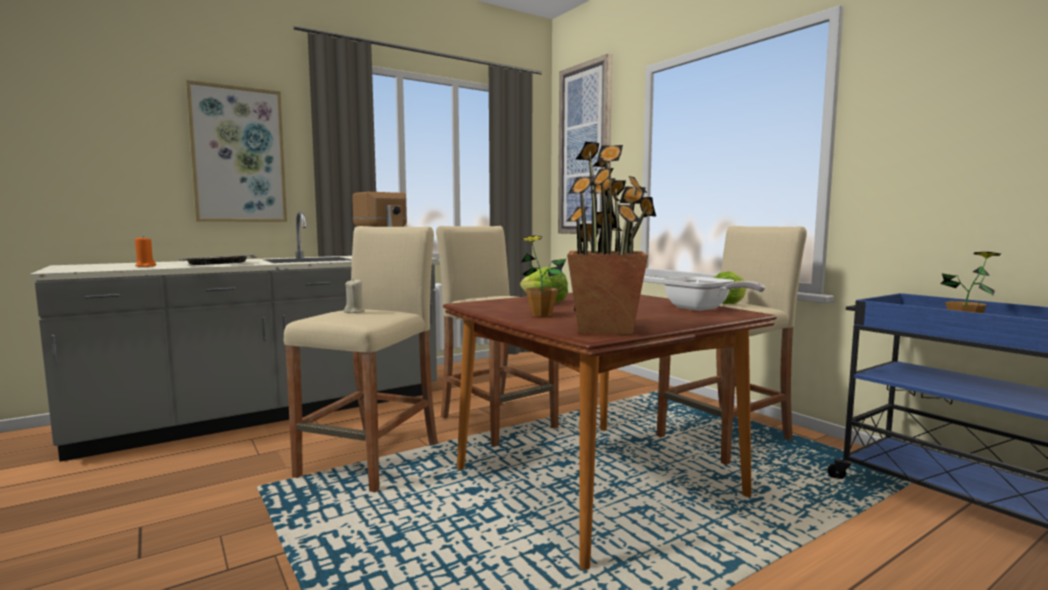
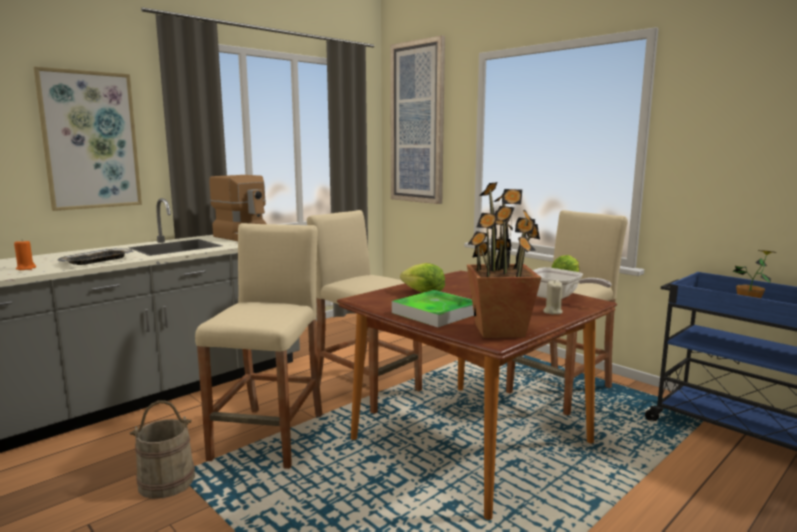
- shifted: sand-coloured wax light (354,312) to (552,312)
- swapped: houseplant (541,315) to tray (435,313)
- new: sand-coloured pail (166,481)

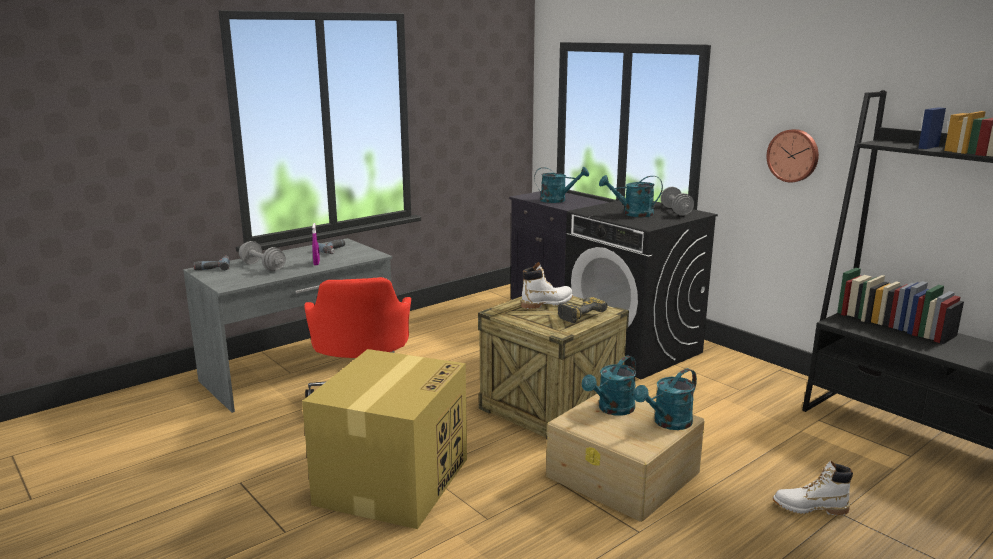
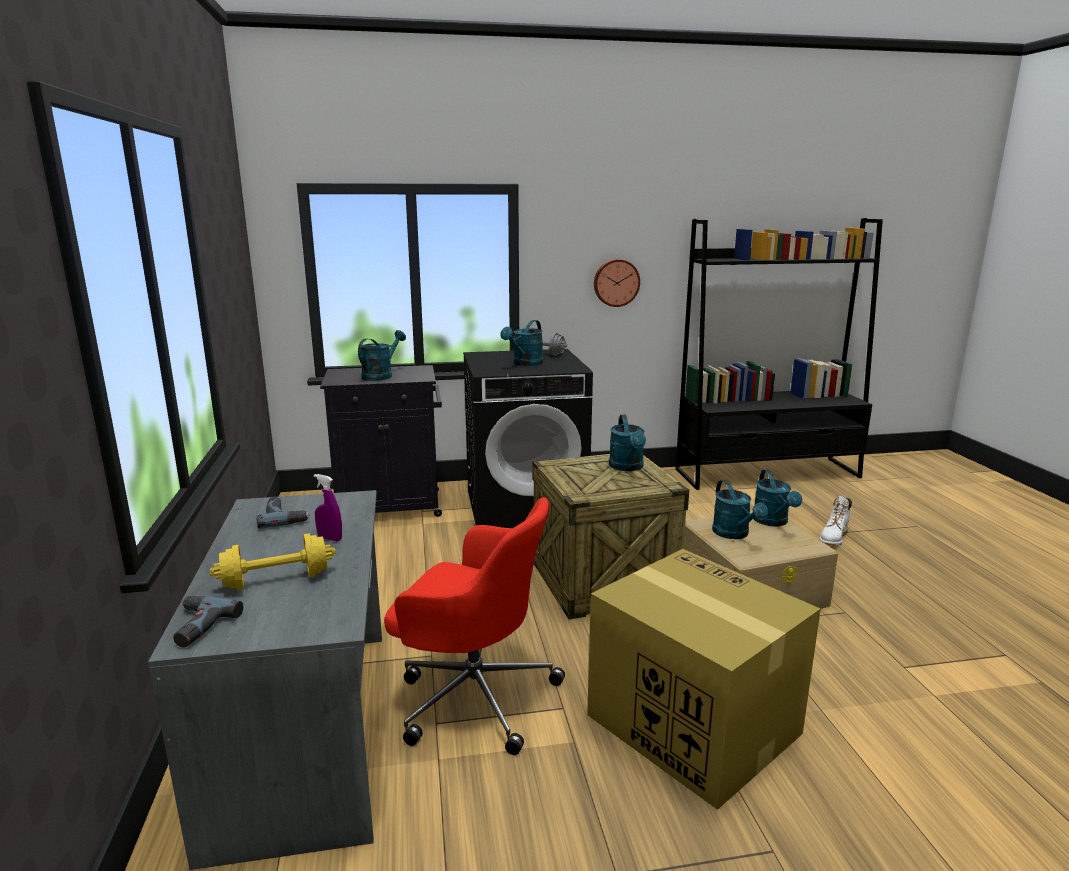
- repainted: greyish dumbbell (263,267) to yellow dumbbell (276,580)
- gone: white tall boot (547,303)
- swapped: power drill (579,314) to blue-green watering can (628,467)

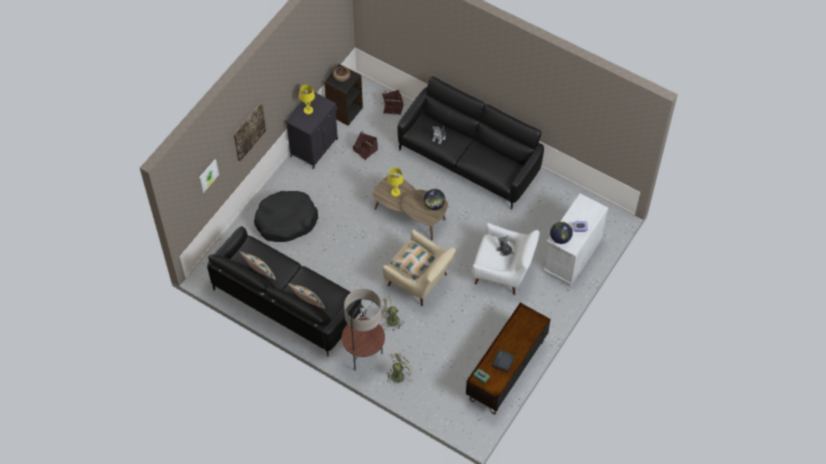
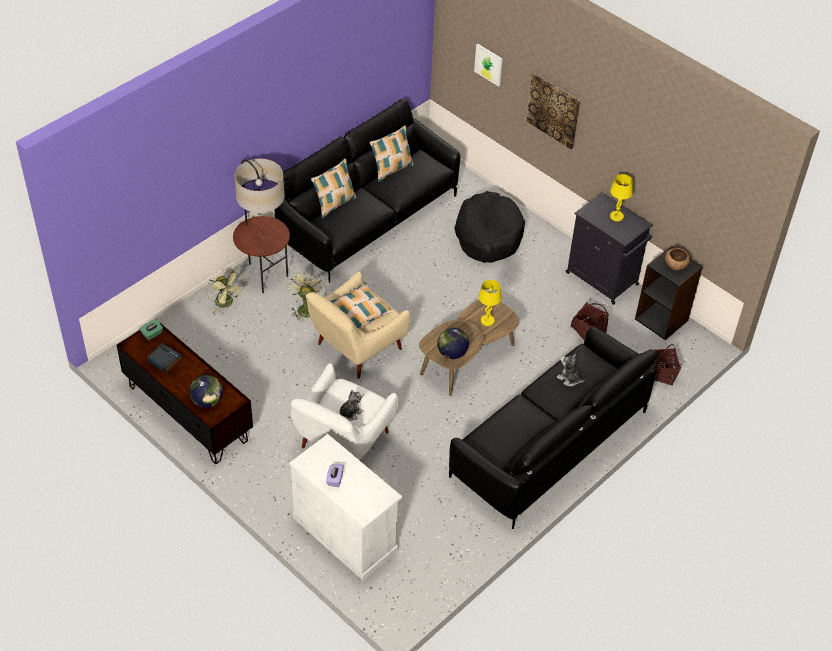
- shifted: globe (560,238) to (207,401)

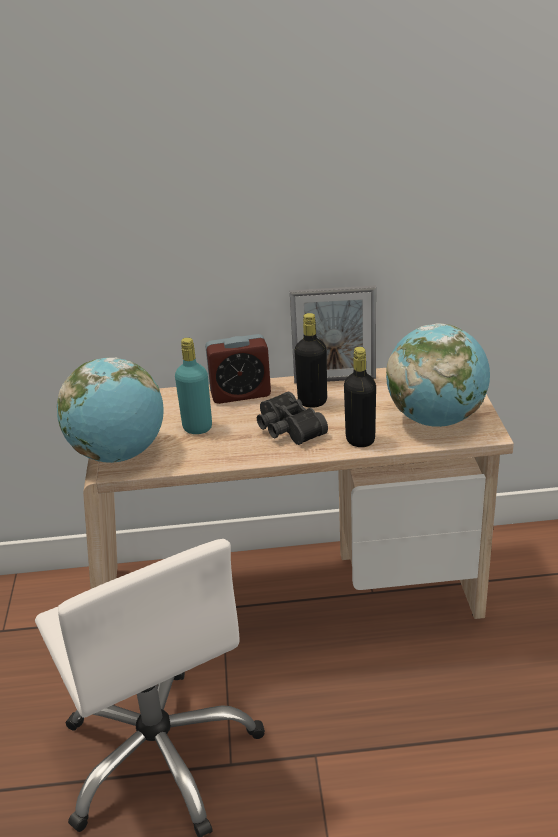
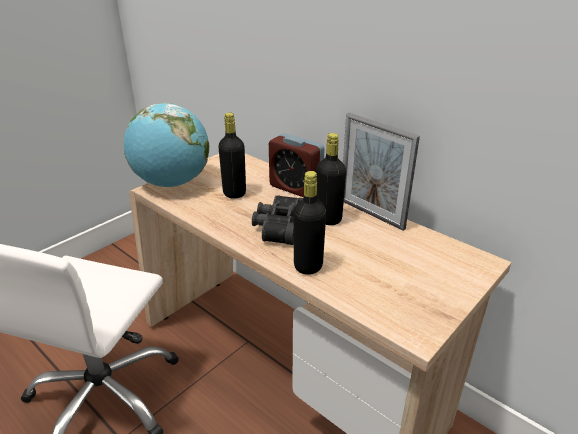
- repainted: blue-green beverage bottle (197,428) to black-coloured beverage bottle (234,193)
- gone: globe (435,419)

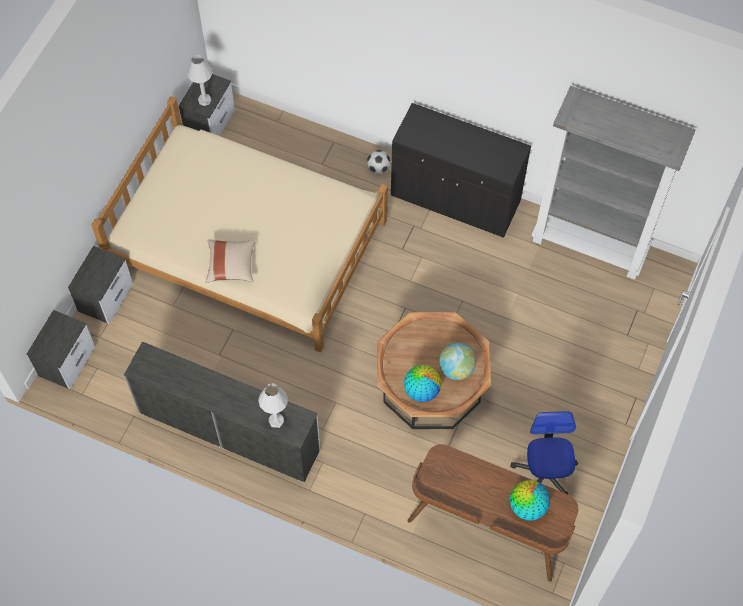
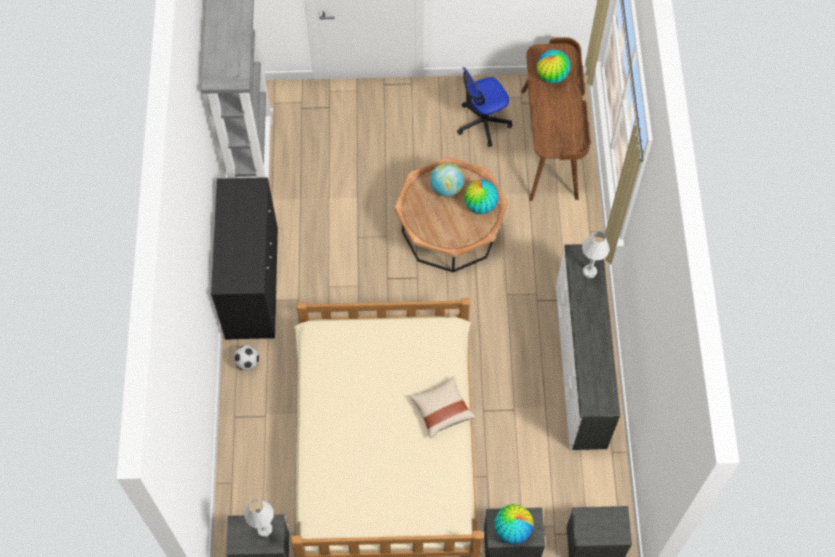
- new: globe (512,529)

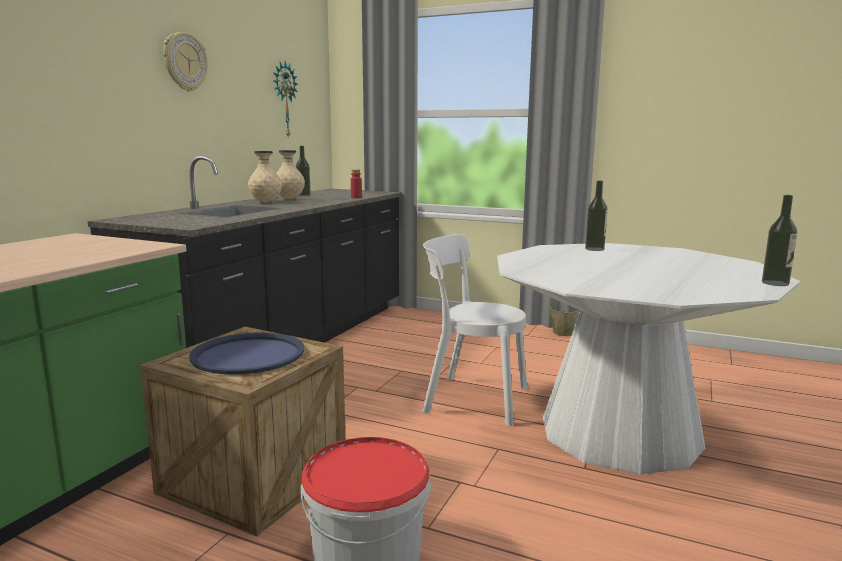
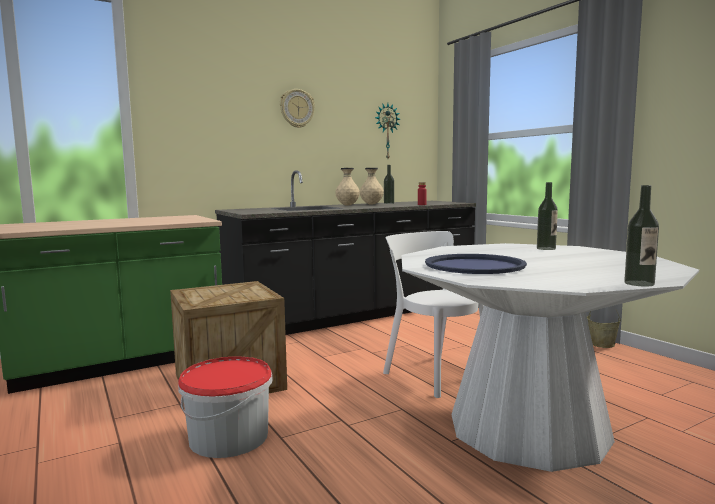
- shifted: blue-coloured tray (248,355) to (474,265)

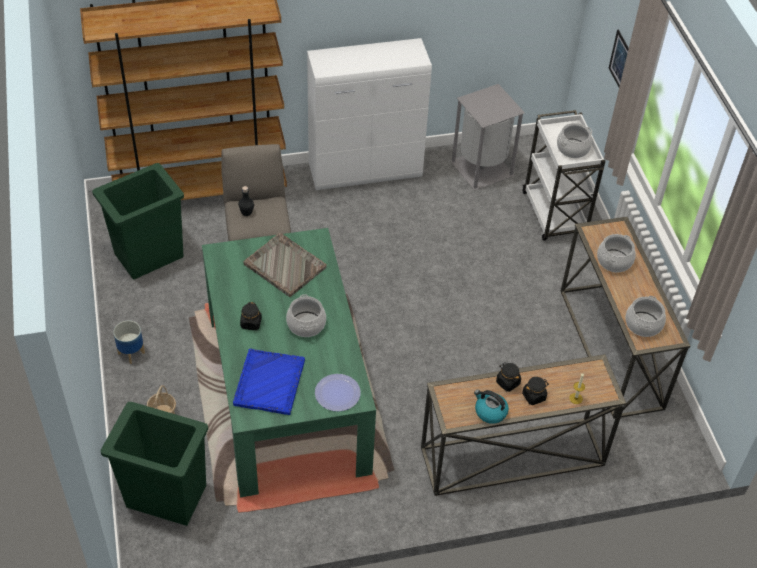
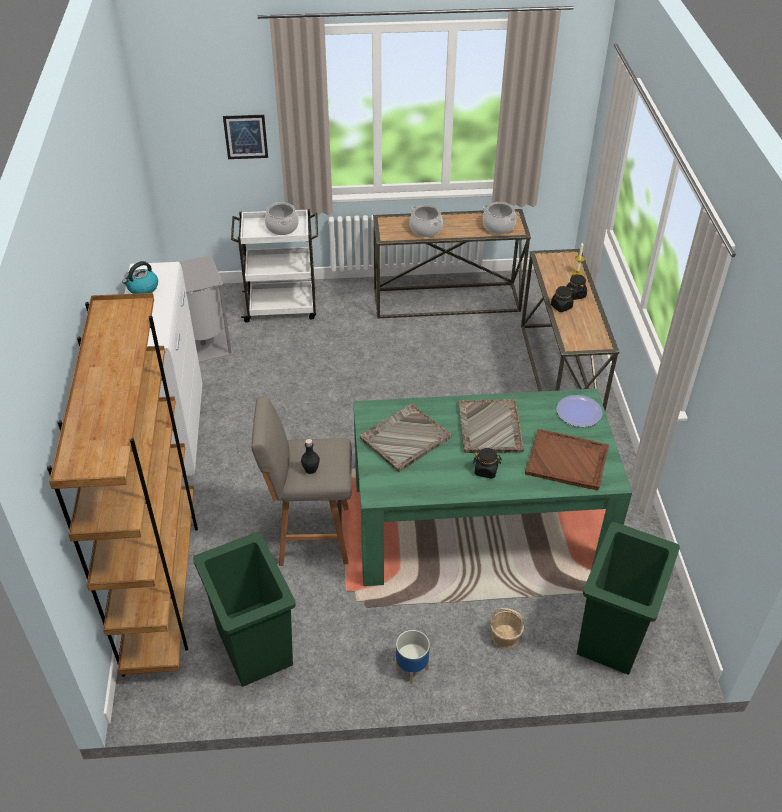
- repainted: blue-coloured tray (269,383) to brownish tray (567,461)
- swapped: stockpot (306,324) to greyish tray (490,428)
- shifted: water kettle (490,412) to (142,288)

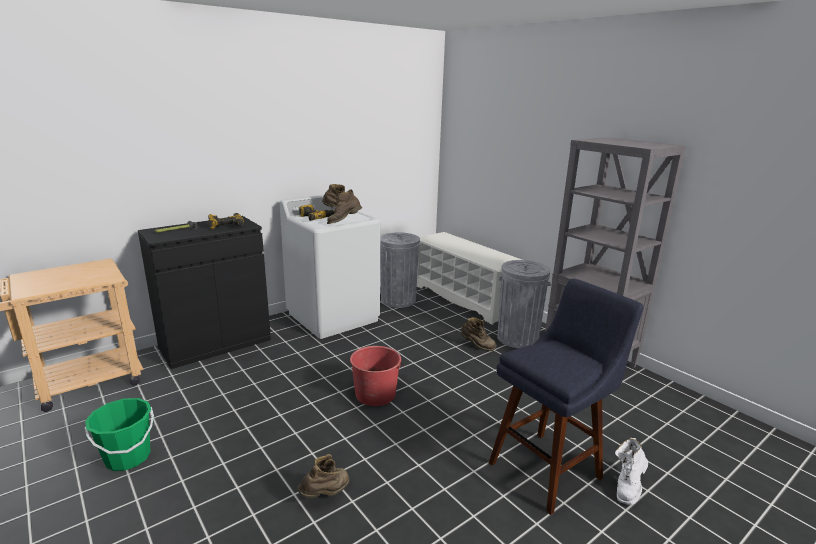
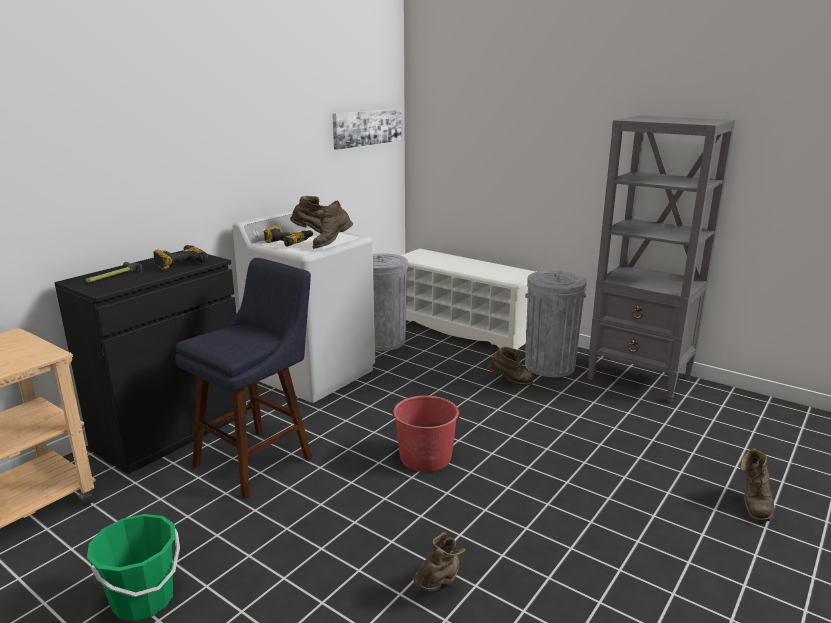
- shifted: blue-coloured sitting stool (549,467) to (259,459)
- repainted: white tall boot (628,487) to brownish tall boot (754,504)
- new: wall art (367,127)

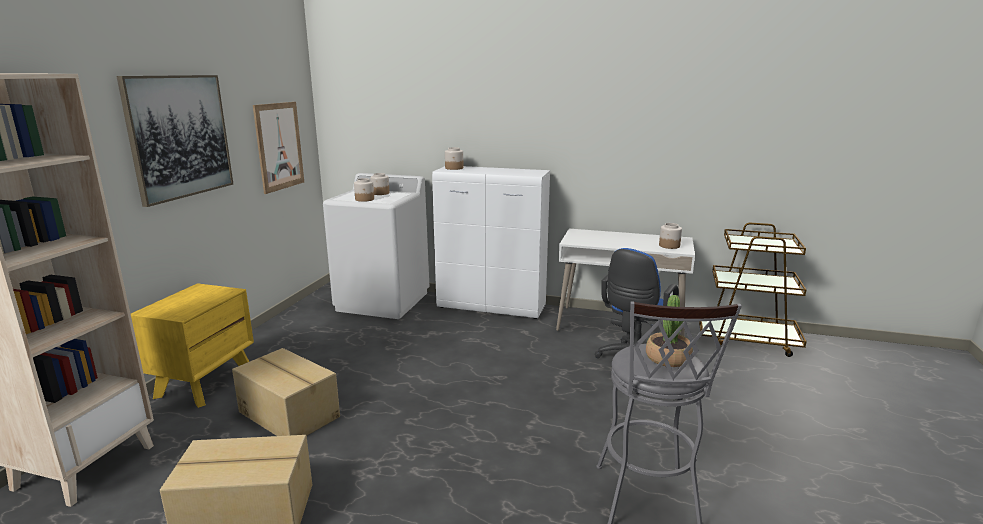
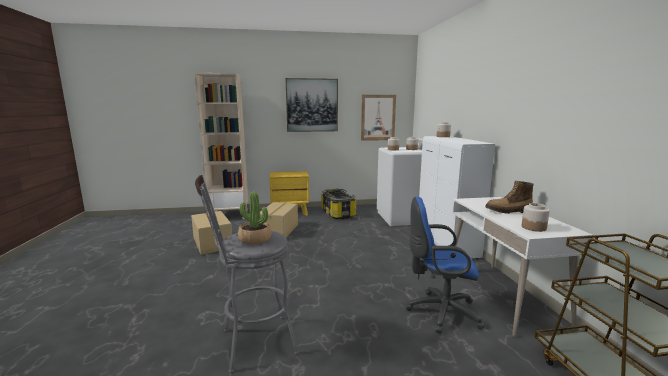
- new: storage box (338,213)
- new: tall boot (508,211)

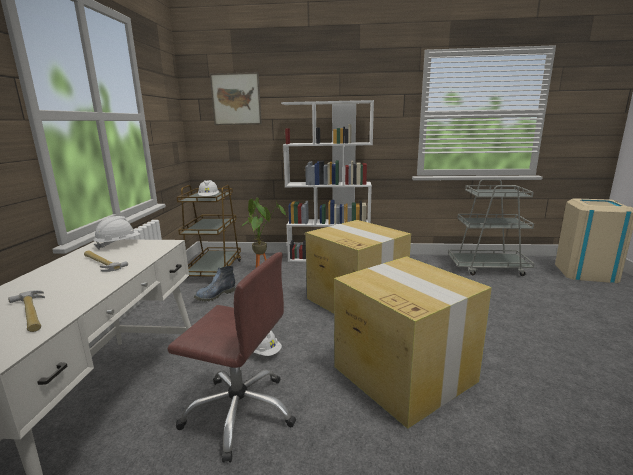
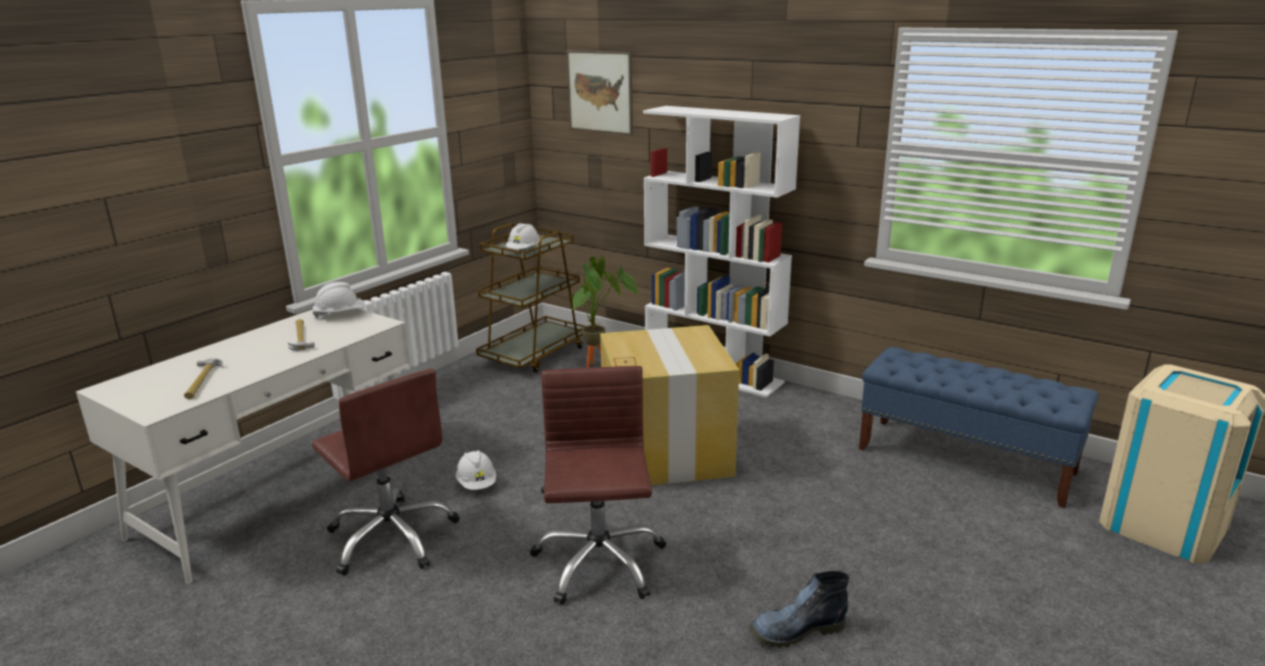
- shifted: tall boot (215,296) to (796,631)
- swapped: cardboard box (403,373) to brownish computer chair (598,562)
- swapped: greyish trolley (487,268) to blue-coloured long seat (965,461)

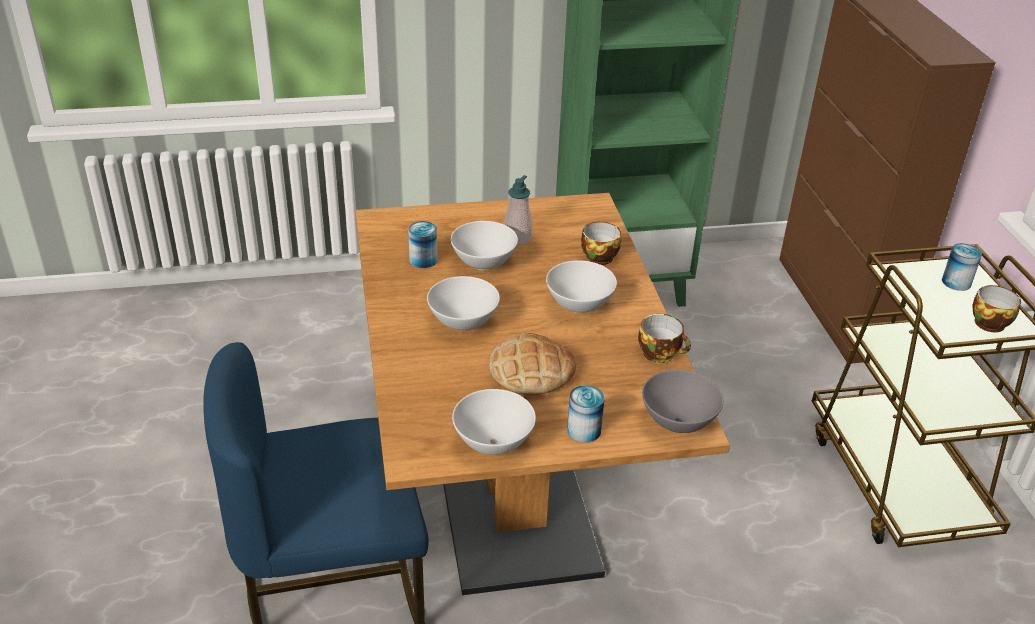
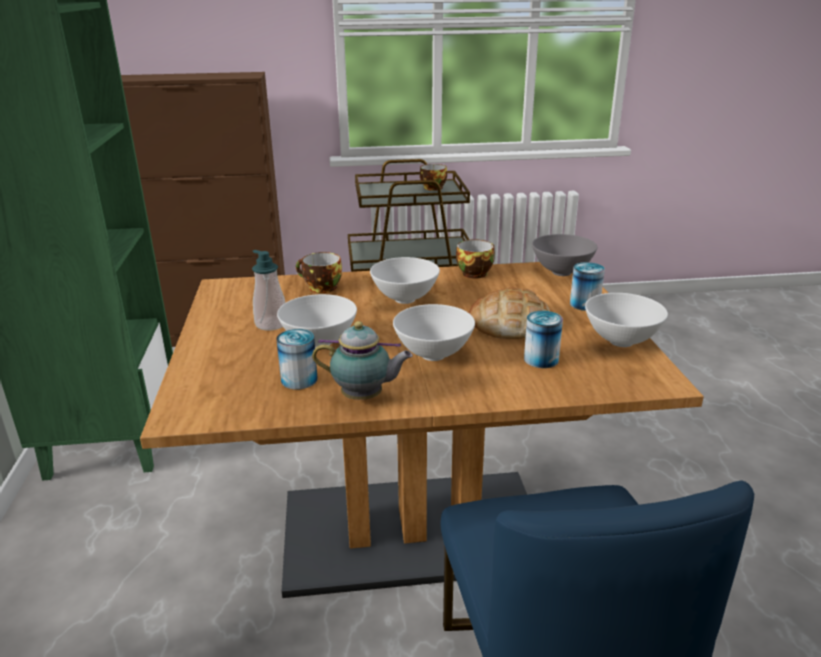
- shifted: metal can (956,282) to (541,359)
- new: teapot (365,397)

